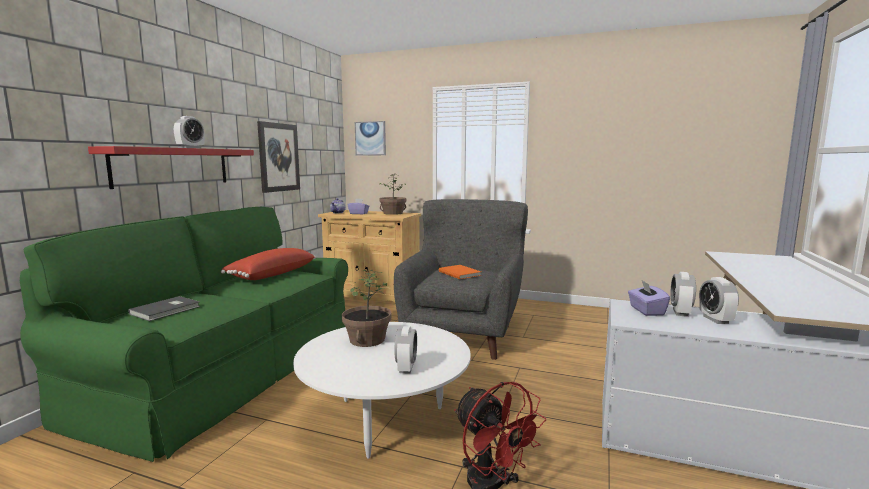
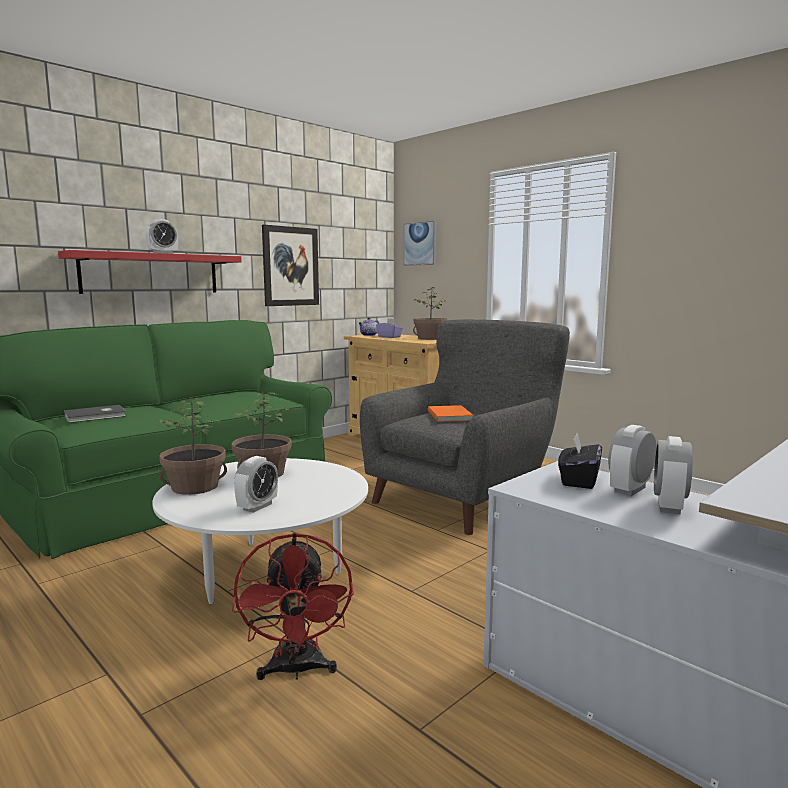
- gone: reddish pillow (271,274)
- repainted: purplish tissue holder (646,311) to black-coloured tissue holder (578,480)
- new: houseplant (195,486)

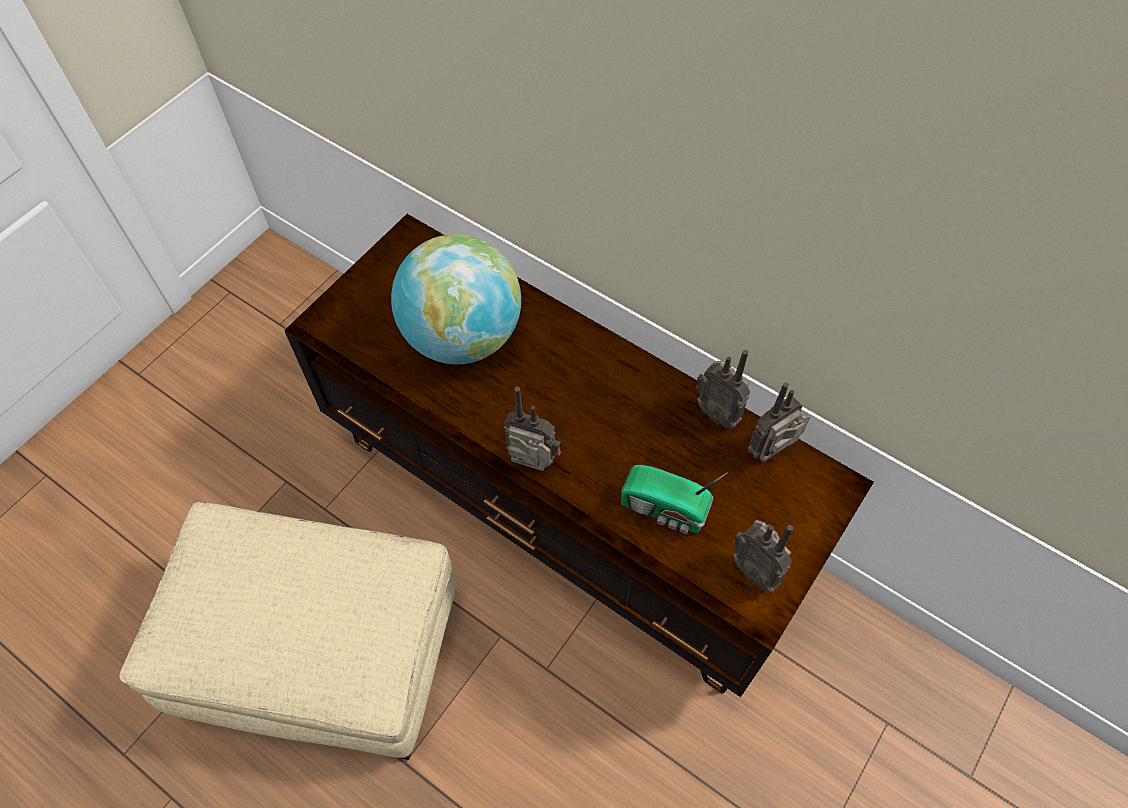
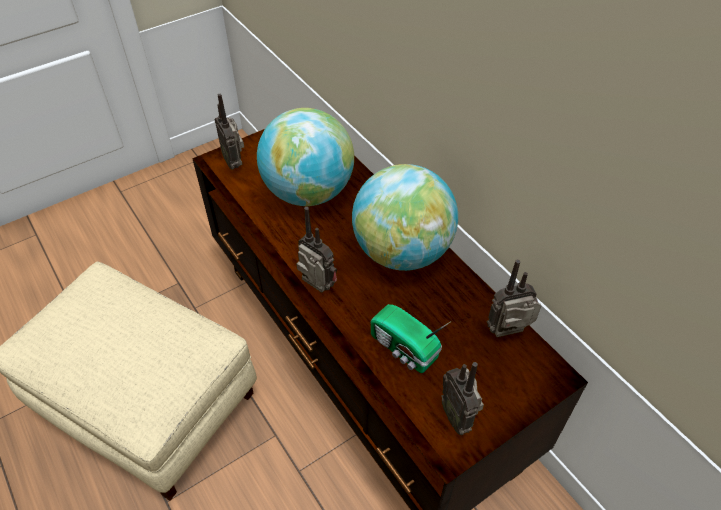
- shifted: radio (718,413) to (235,163)
- new: globe (402,252)

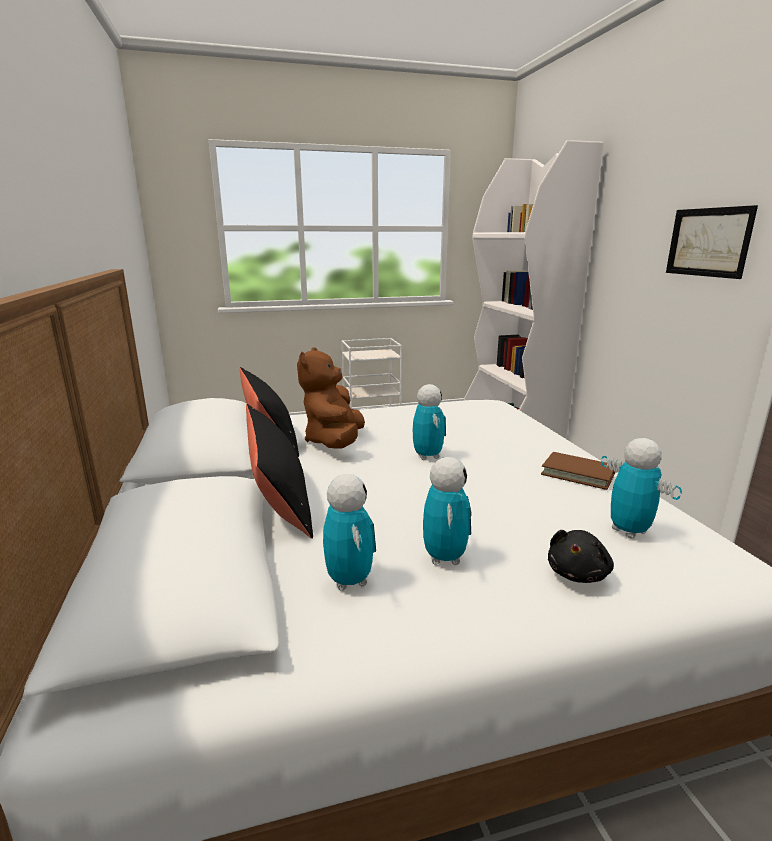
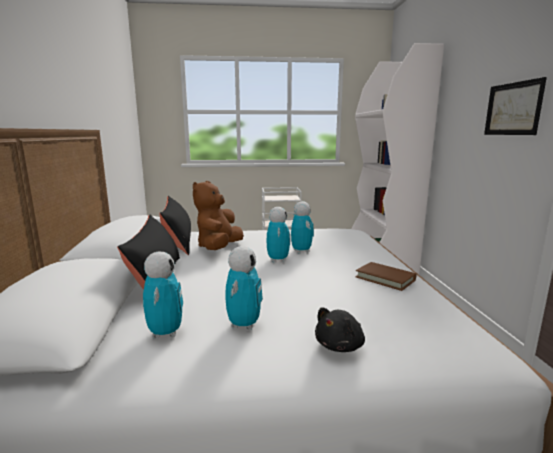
- shifted: model robot (628,531) to (301,251)

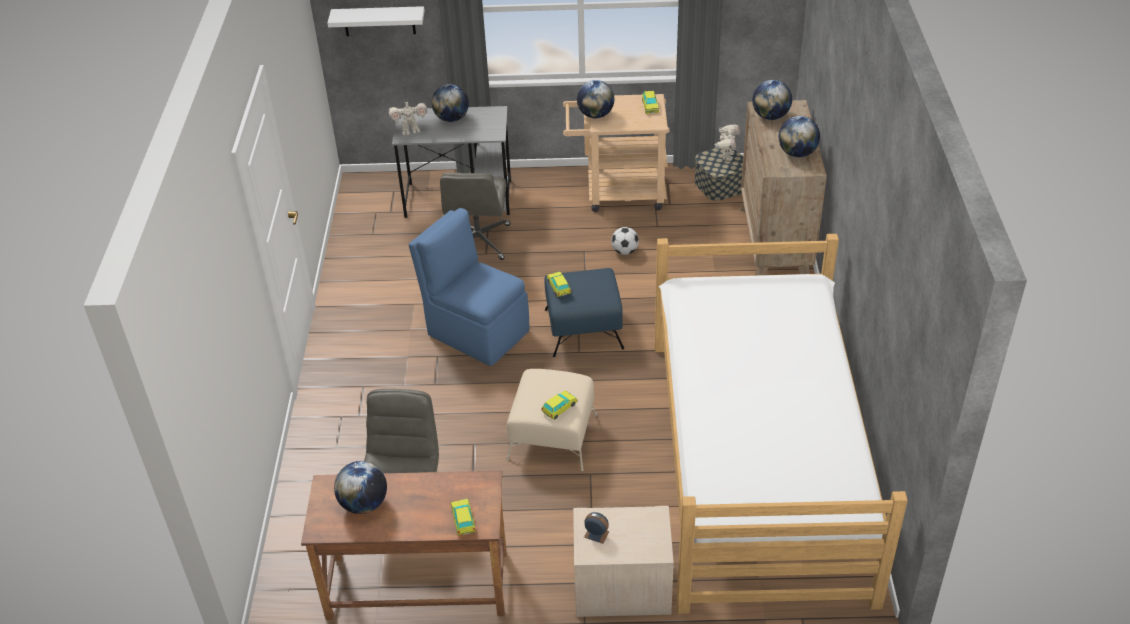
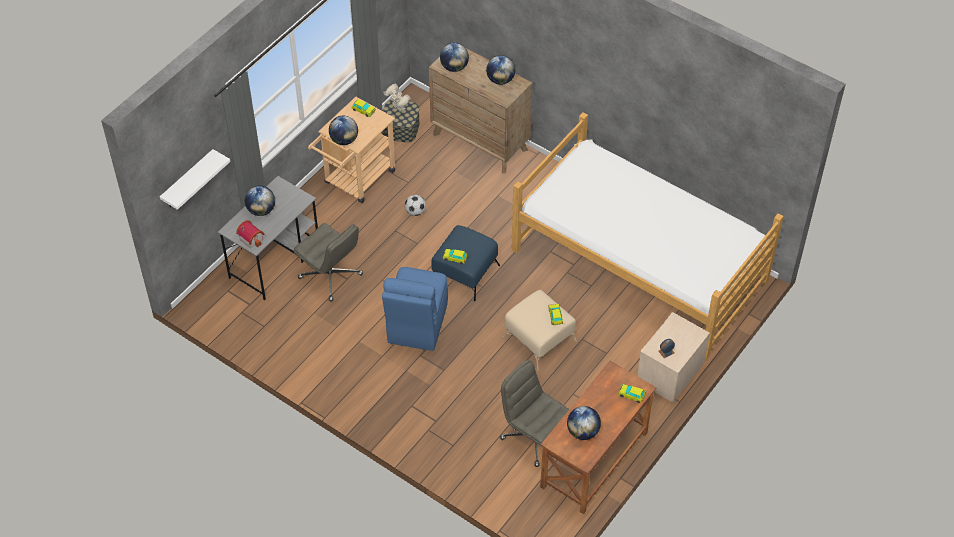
- swapped: model robot (410,131) to model house (252,238)
- rotated: blue-coloured plain chair (476,331) = (416,324) 60 degrees counterclockwise

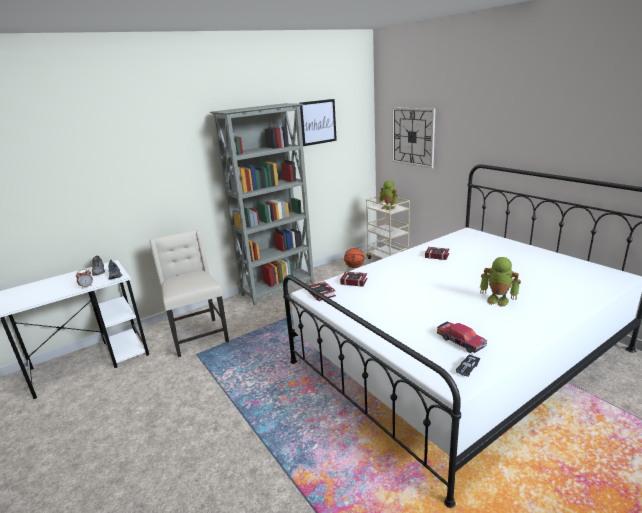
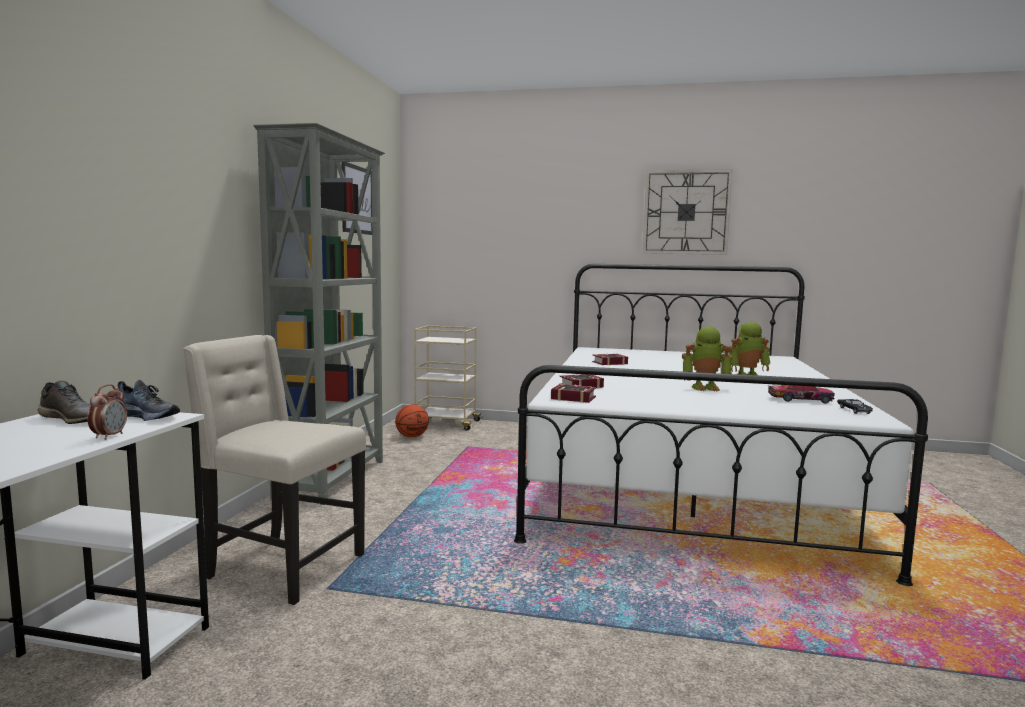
- shifted: model robot (388,207) to (705,388)
- shifted: hanging clock (413,137) to (686,212)

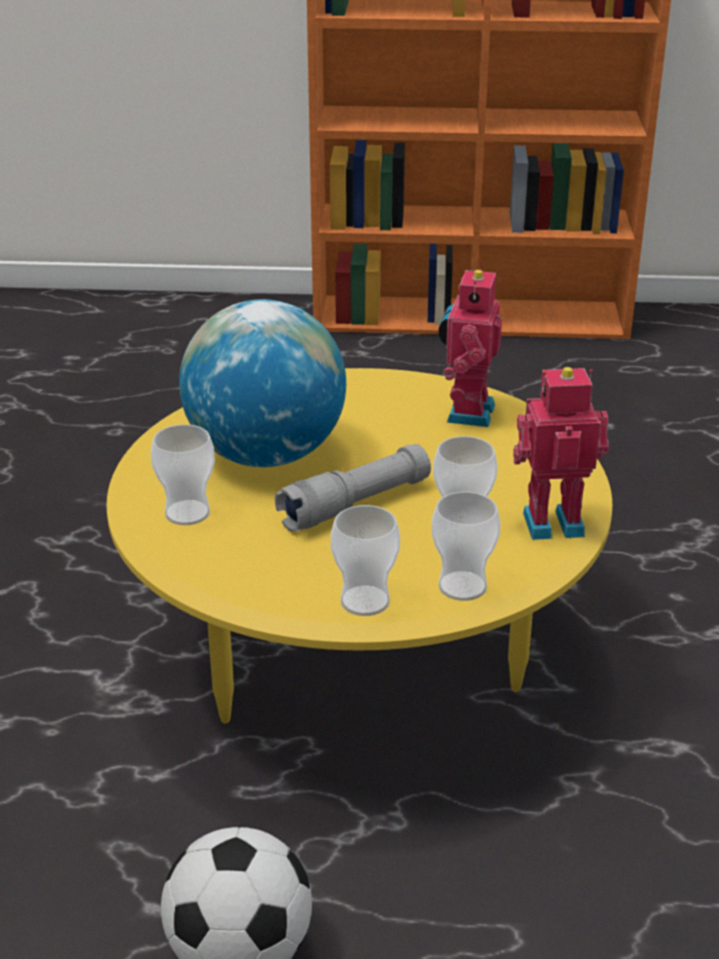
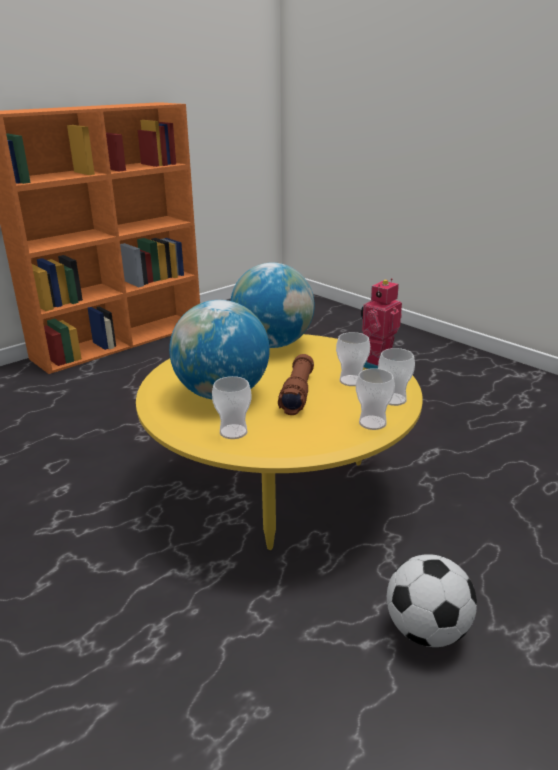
- repainted: greyish hand torch (355,504) to brownish hand torch (297,393)
- swapped: model robot (466,413) to globe (273,344)

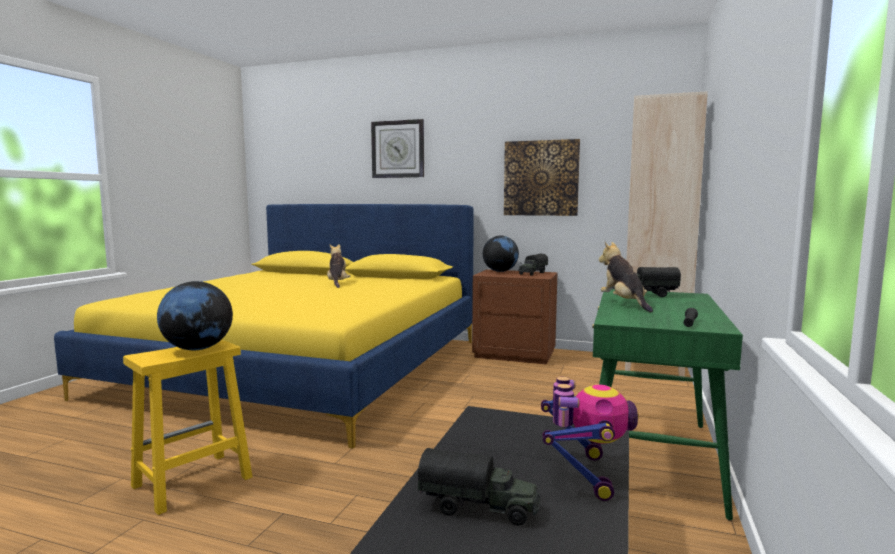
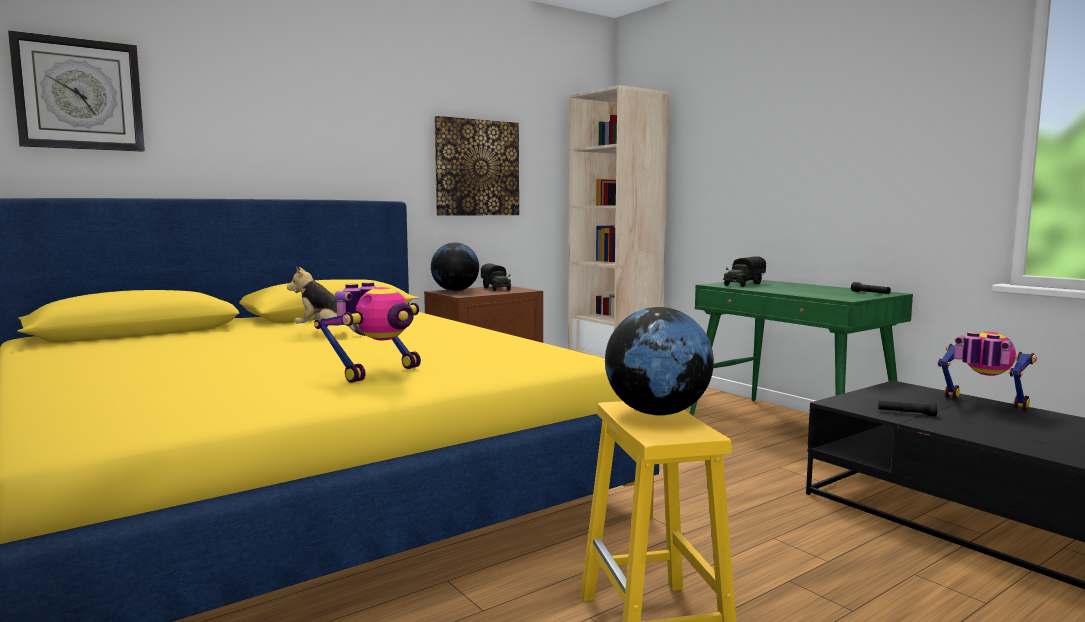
- shifted: hanging clock (398,149) to (79,94)
- gone: model truck (479,508)
- gone: soft toy (624,304)
- new: model robot (376,372)
- new: black-coloured hand torch (906,413)

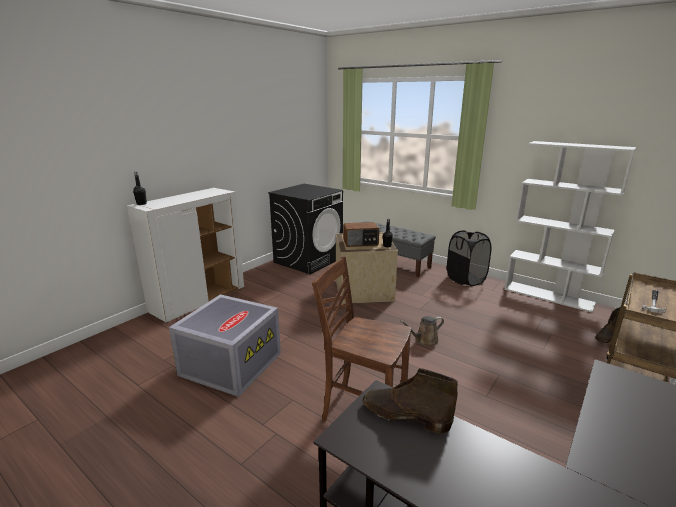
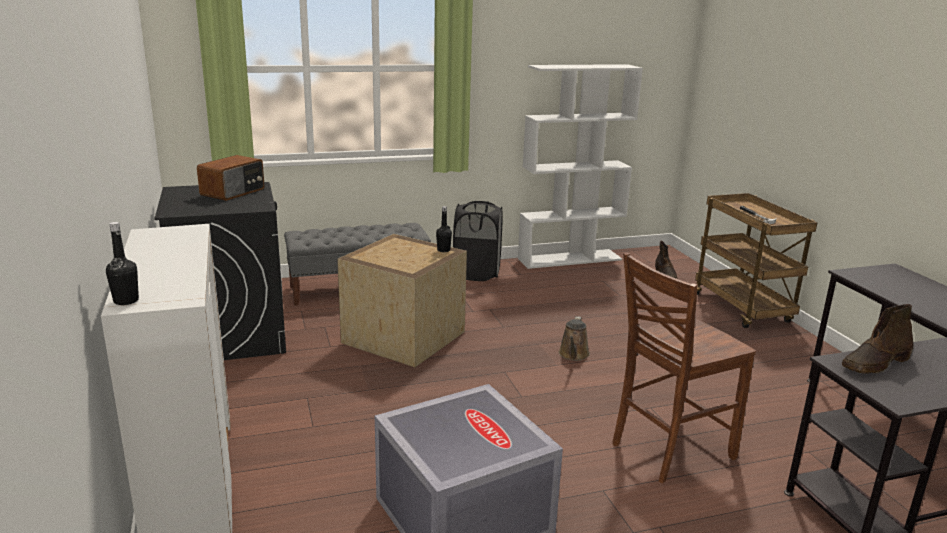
- shifted: radio (361,243) to (233,192)

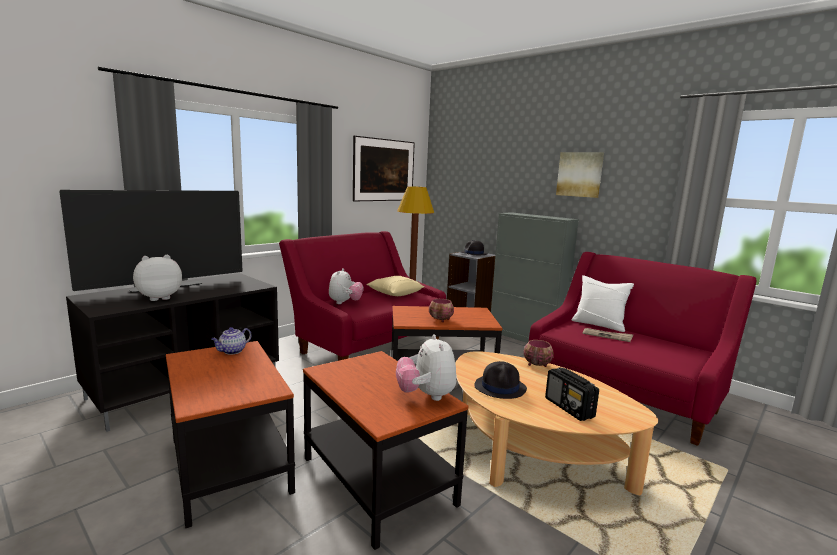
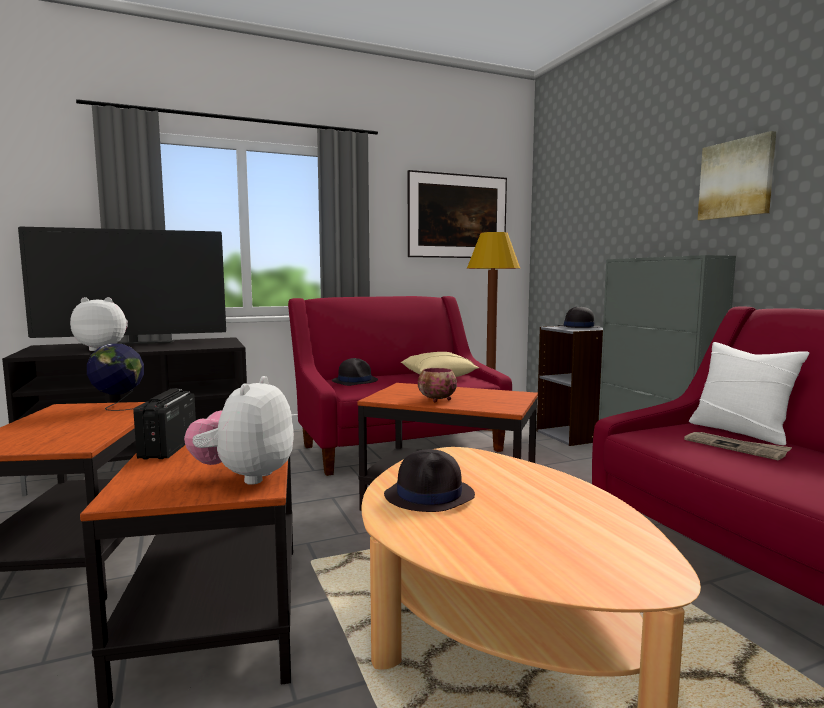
- swapped: teapot (232,351) to globe (118,407)
- swapped: soft toy (345,303) to black-coloured clothing hat (355,381)
- gone: serving bowl (536,364)
- shifted: radio (569,408) to (168,448)

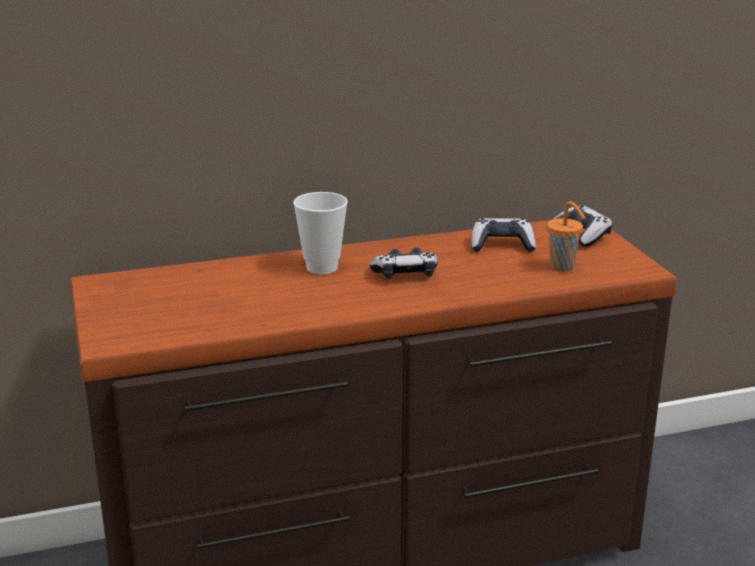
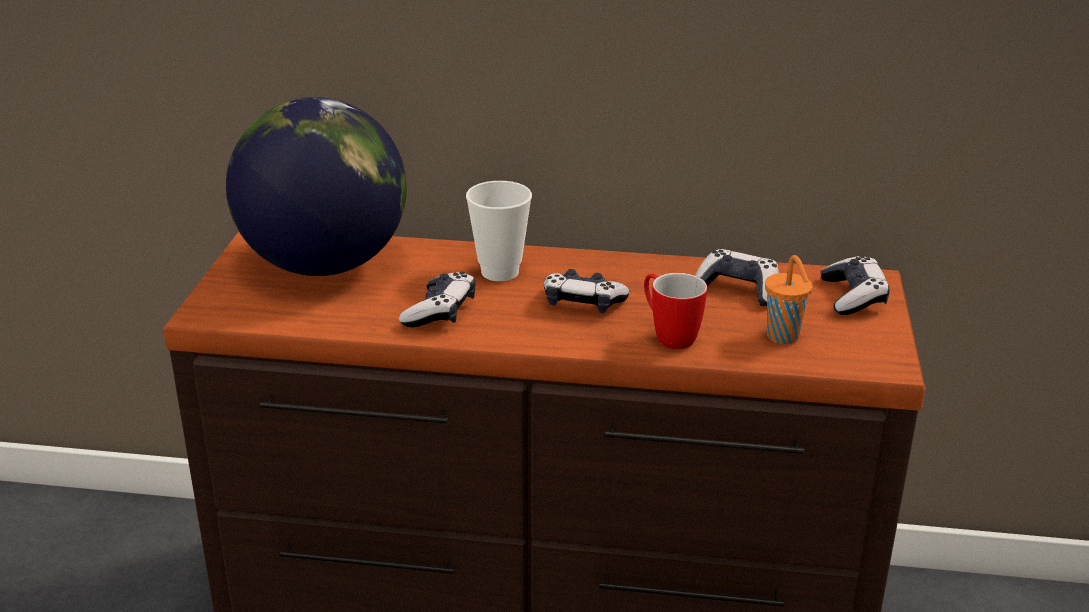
- new: globe (324,264)
- new: joypad (440,312)
- new: mug (668,336)

